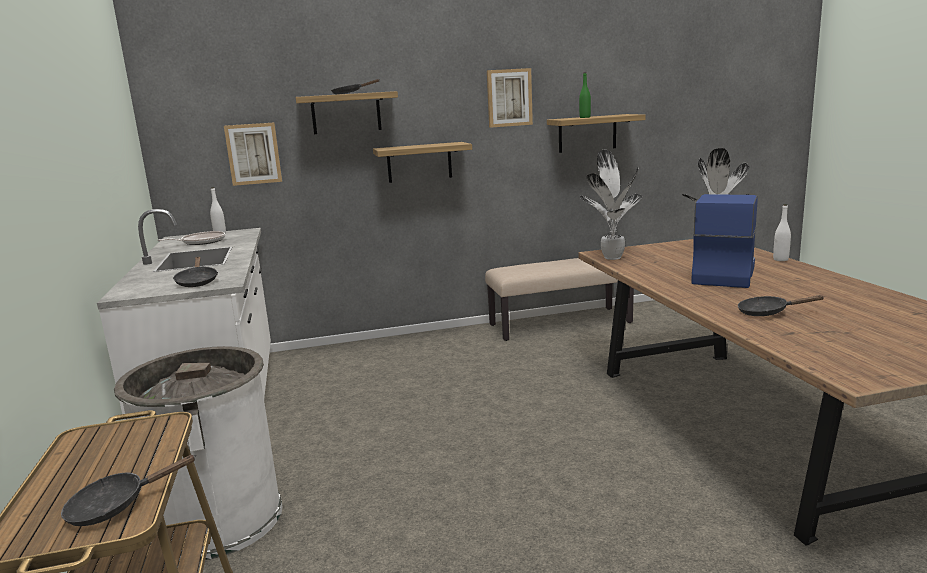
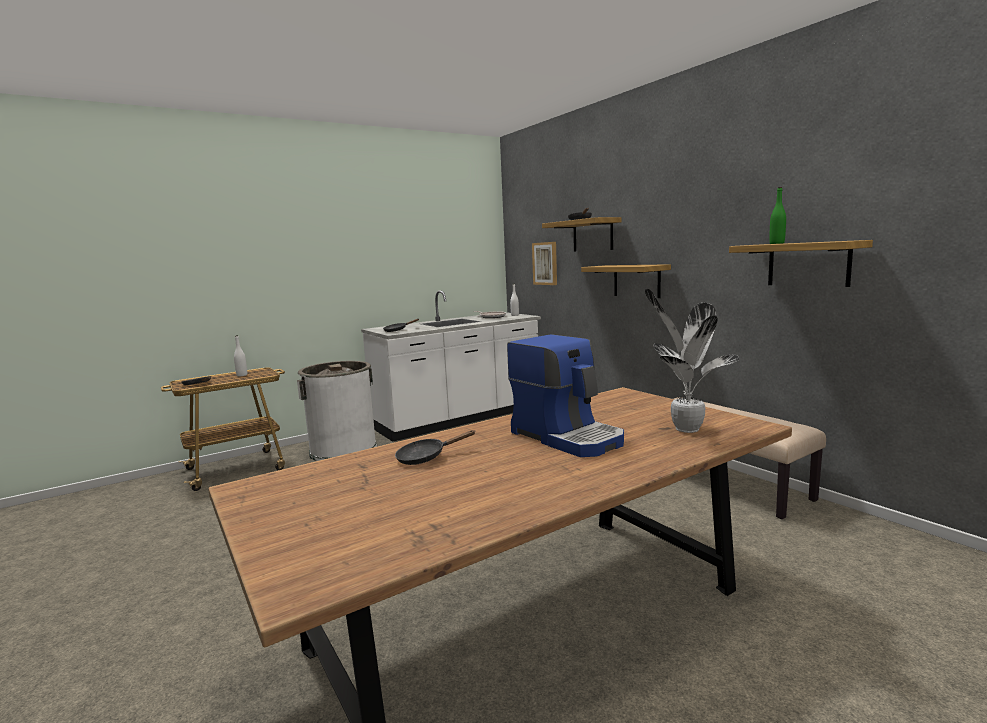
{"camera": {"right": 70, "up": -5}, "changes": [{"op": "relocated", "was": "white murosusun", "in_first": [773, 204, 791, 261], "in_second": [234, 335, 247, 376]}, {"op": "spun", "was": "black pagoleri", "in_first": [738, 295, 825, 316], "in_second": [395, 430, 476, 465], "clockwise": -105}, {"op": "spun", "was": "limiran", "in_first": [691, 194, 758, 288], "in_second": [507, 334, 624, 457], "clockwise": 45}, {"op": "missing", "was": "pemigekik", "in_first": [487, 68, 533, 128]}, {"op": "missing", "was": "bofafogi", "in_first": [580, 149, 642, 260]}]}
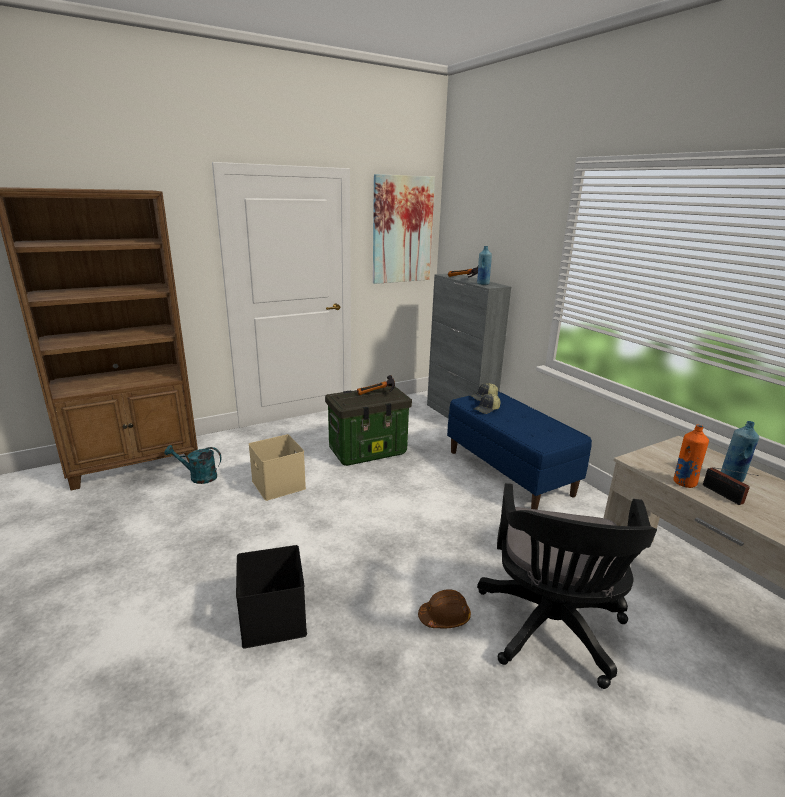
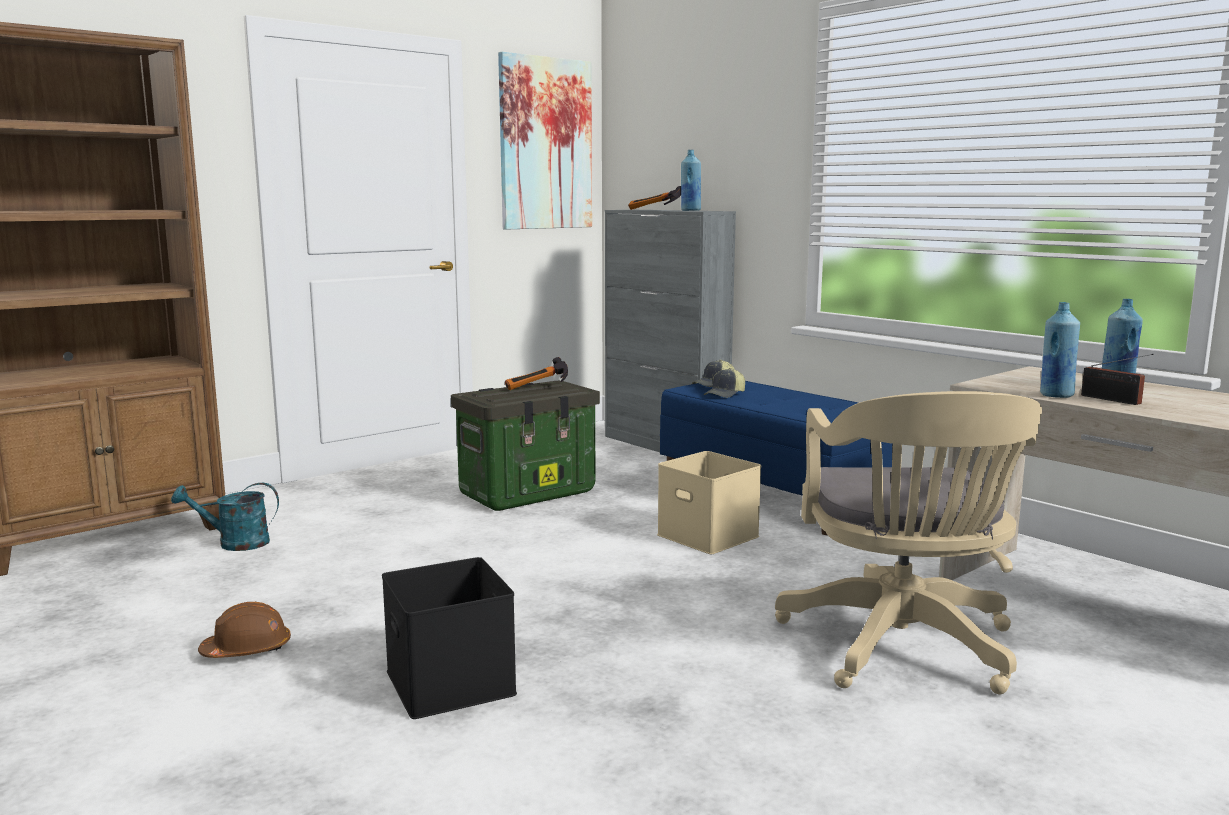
{"camera": {"right": -10, "up": -10}, "changes": [{"op": "relocated", "was": "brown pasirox", "in_first": [418, 589, 471, 628], "in_second": [198, 602, 291, 658]}, {"op": "relocated", "was": "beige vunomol", "in_first": [249, 434, 306, 501], "in_second": [657, 451, 761, 554]}, {"op": "colour", "was": "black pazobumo", "now": "beige pazobumo", "in_first": [477, 483, 657, 689], "in_second": [775, 391, 1042, 694]}, {"op": "colour", "was": "orange murosusun", "now": "blue murosusun", "in_first": [673, 425, 709, 488], "in_second": [1040, 302, 1080, 398]}]}
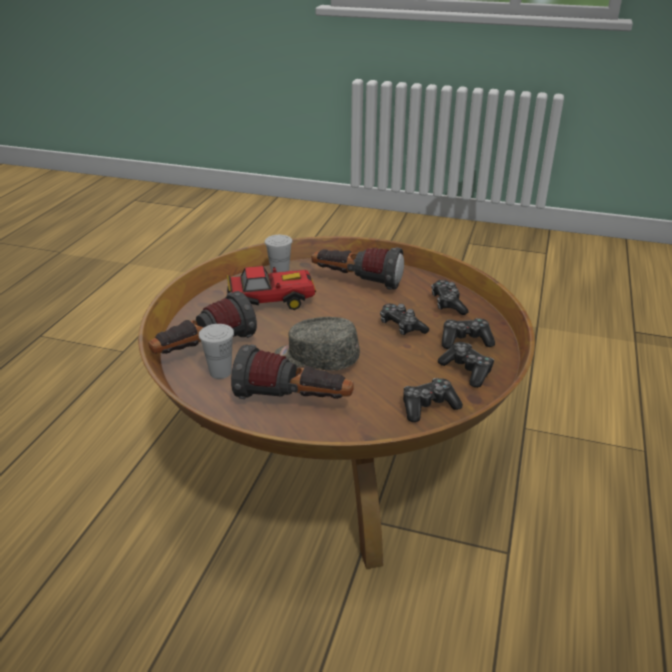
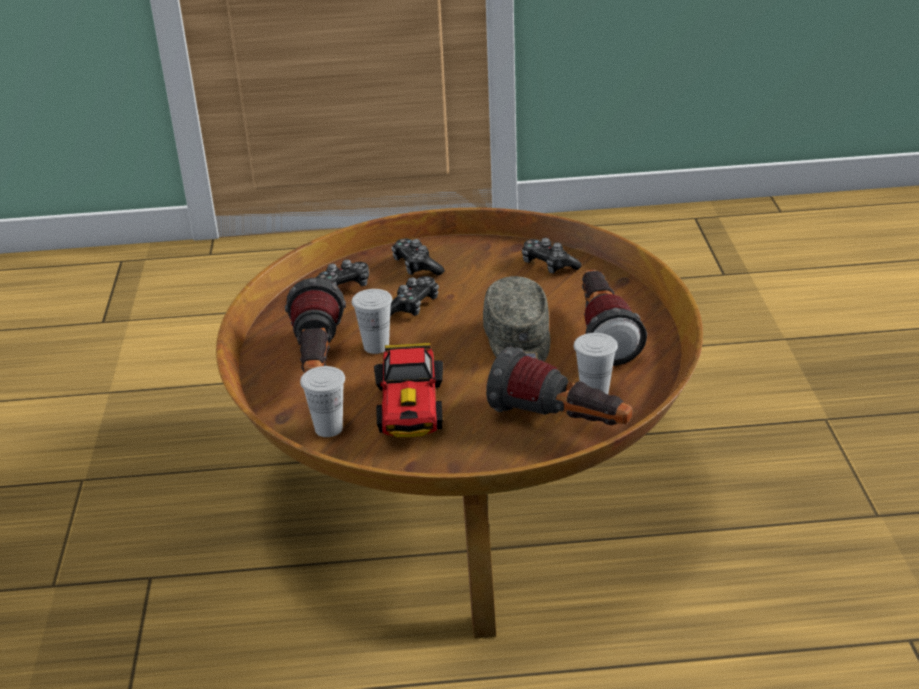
{"camera": {"right": -110, "up": 0}, "changes": [{"op": "appeared", "now": "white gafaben", "in_second": [352, 289, 393, 354]}, {"op": "spun", "was": "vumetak", "in_first": [227, 266, 316, 310], "in_second": [374, 343, 443, 438], "clockwise": -150}, {"op": "missing", "was": "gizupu", "in_first": [438, 342, 494, 388]}]}
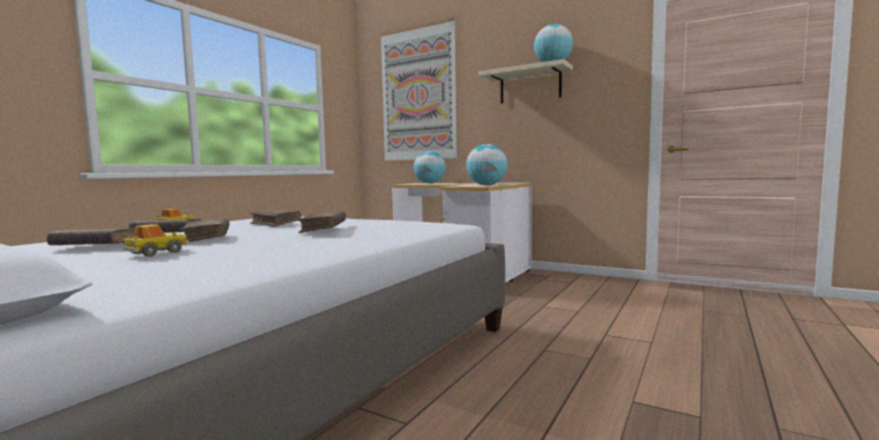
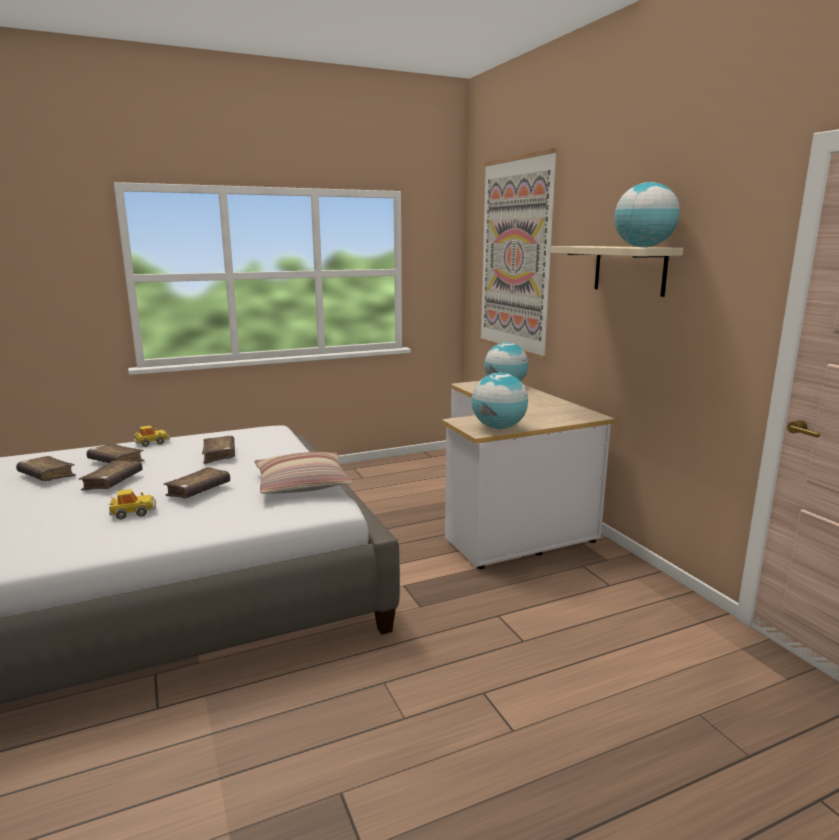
{"camera": {"right": 35, "up": 10}, "changes": [{"op": "relocated", "was": "vumetak", "in_first": [122, 224, 190, 257], "in_second": [109, 489, 156, 519]}, {"op": "appeared", "now": "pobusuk", "in_second": [255, 452, 353, 494]}]}
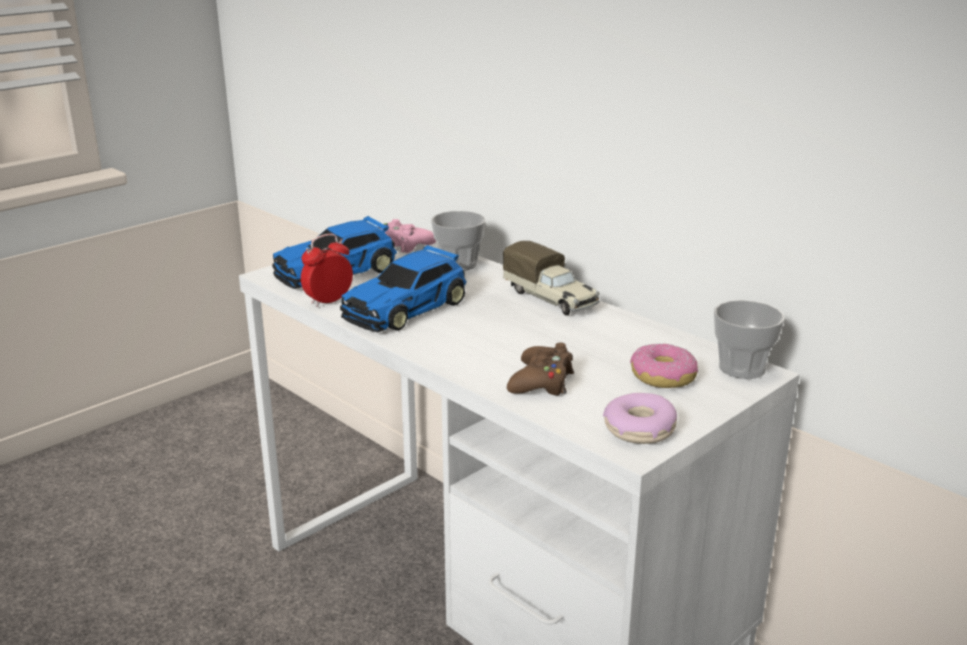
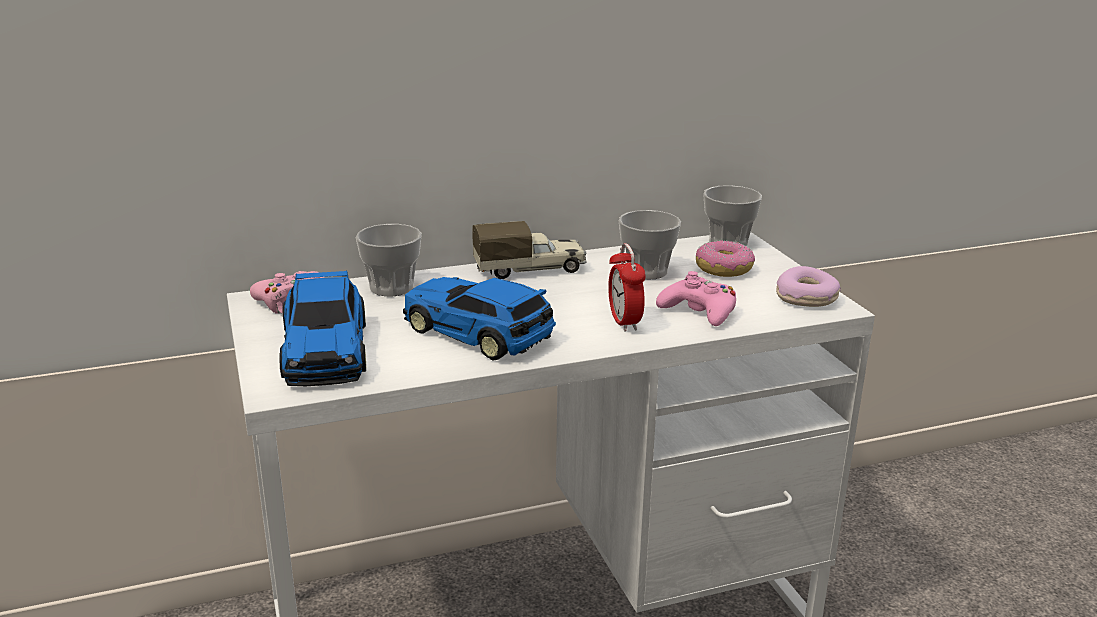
{"camera": {"right": -65, "up": 0}, "changes": [{"op": "spun", "was": "vumetak", "in_first": [340, 245, 467, 332], "in_second": [403, 277, 556, 361], "clockwise": 150}, {"op": "relocated", "was": "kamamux", "in_first": [301, 234, 353, 307], "in_second": [608, 243, 646, 332]}, {"op": "appeared", "now": "gafaben", "in_second": [619, 210, 681, 279]}, {"op": "colour", "was": "brown gizupu", "now": "pink gizupu", "in_first": [507, 343, 574, 395], "in_second": [656, 271, 736, 326]}]}
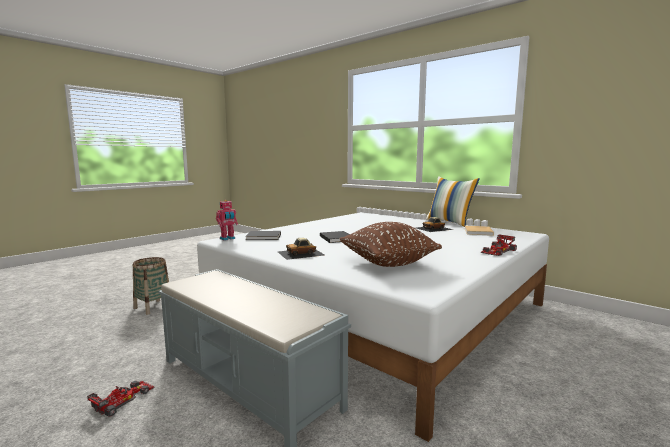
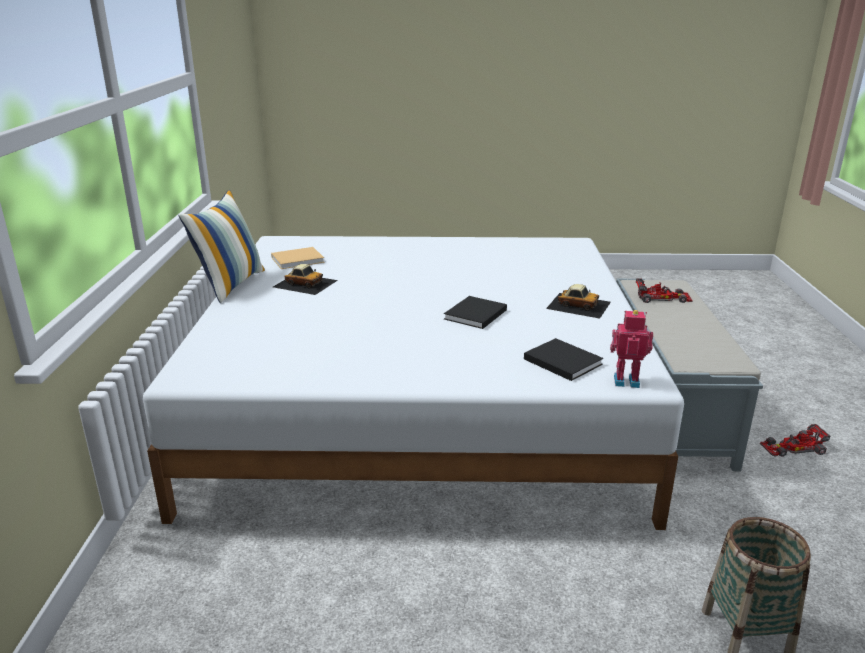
{"camera": {"right": -130, "up": 15}, "changes": [{"op": "relocated", "was": "vumetak", "in_first": [481, 234, 517, 256], "in_second": [636, 278, 693, 303]}, {"op": "missing", "was": "brown pobusuk", "in_first": [340, 222, 442, 267]}]}
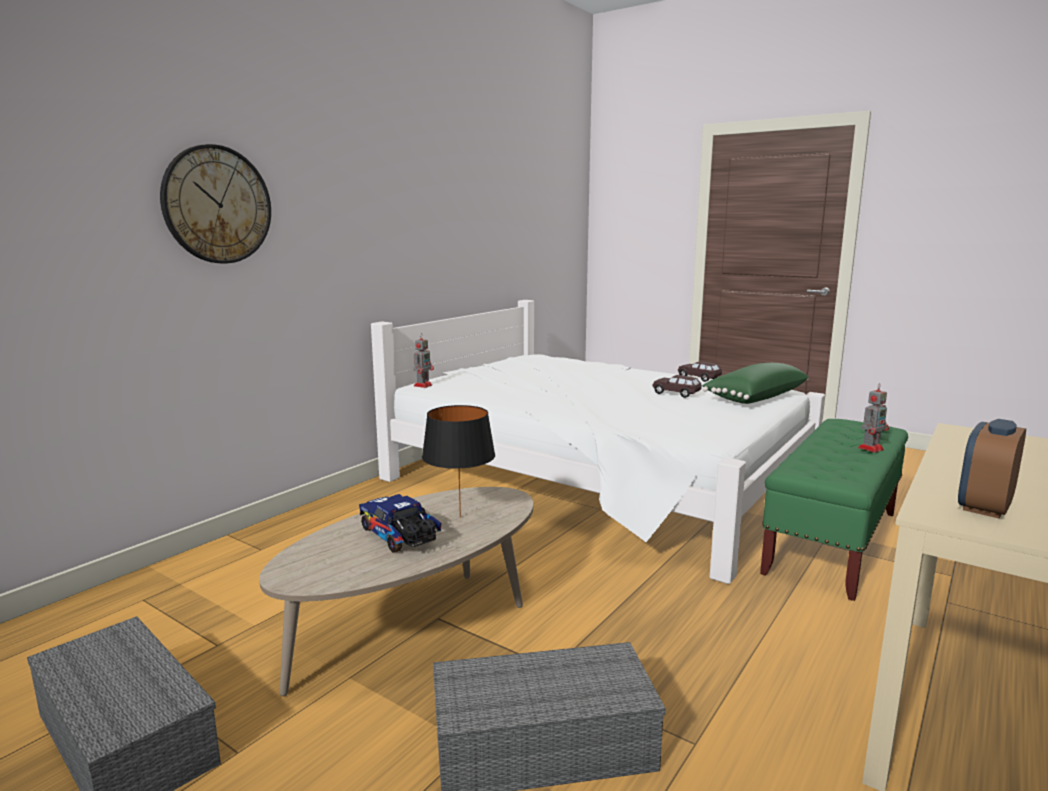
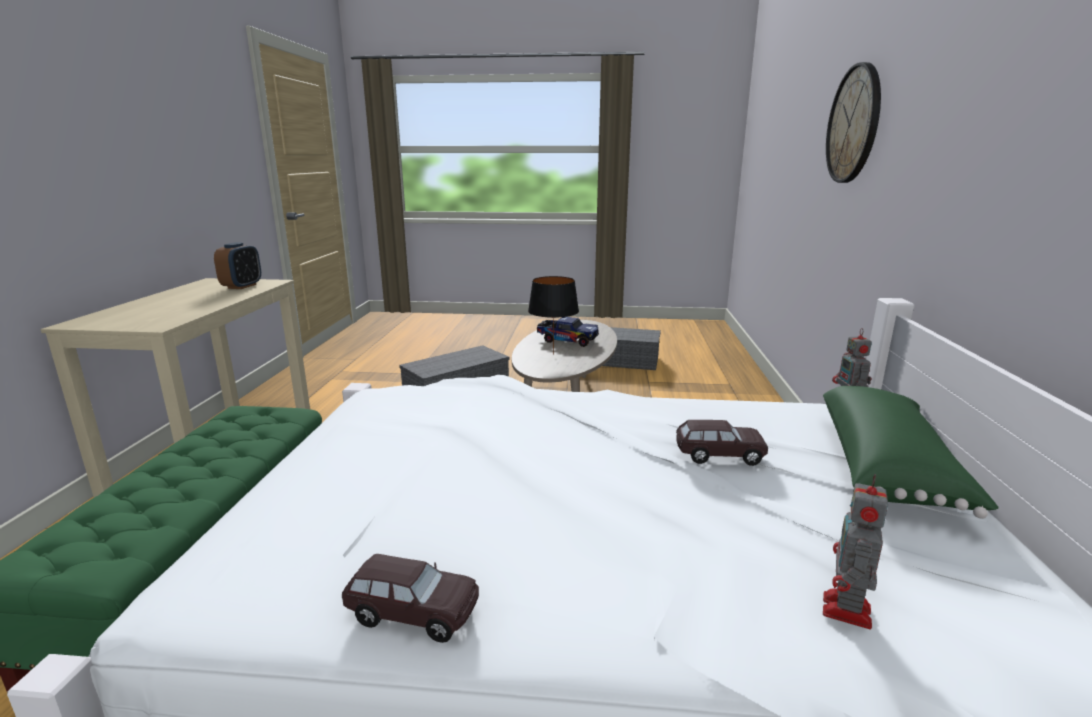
{"camera": {"right": 150, "up": 5}, "changes": [{"op": "relocated", "was": "brown vumetak", "in_first": [653, 375, 702, 398], "in_second": [676, 420, 768, 466]}, {"op": "relocated", "was": "green pobusuk", "in_first": [702, 363, 809, 404], "in_second": [823, 386, 999, 519]}, {"op": "relocated", "was": "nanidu", "in_first": [858, 383, 889, 453], "in_second": [823, 474, 888, 629]}]}
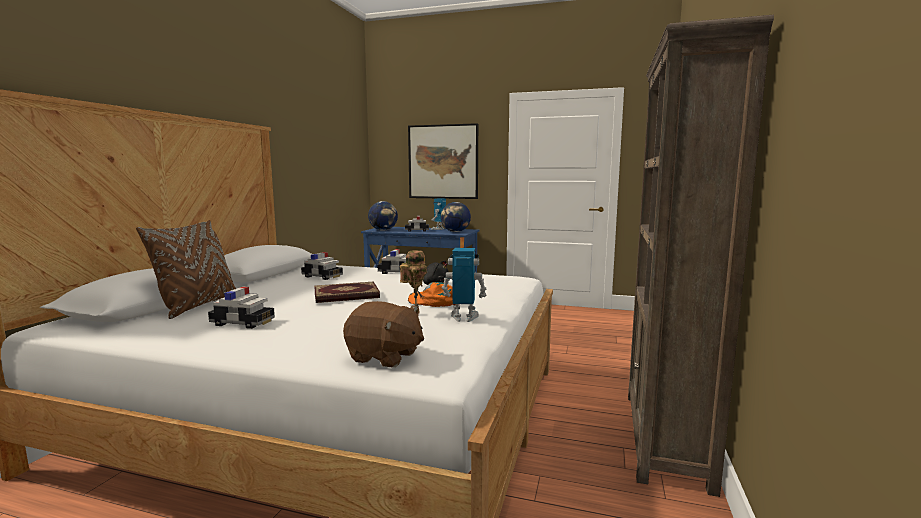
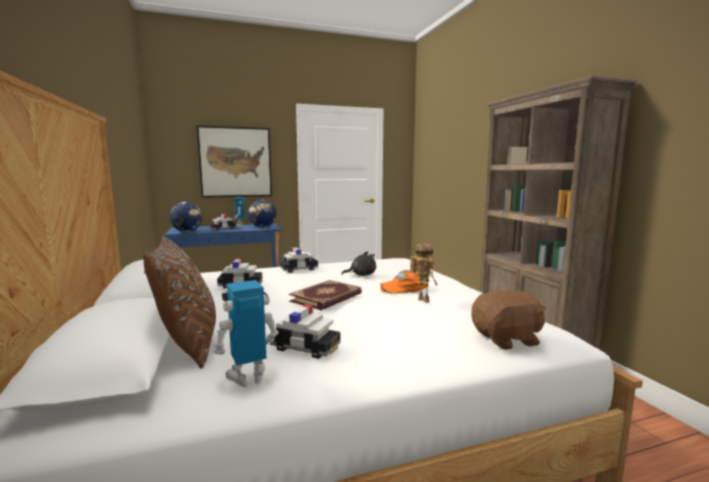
{"camera": {"right": -35, "up": 0}, "changes": [{"op": "relocated", "was": "nanidu", "in_first": [442, 248, 487, 322], "in_second": [213, 280, 278, 387]}, {"op": "spun", "was": "vumetak", "in_first": [208, 287, 275, 329], "in_second": [270, 304, 341, 359], "clockwise": 45}]}
